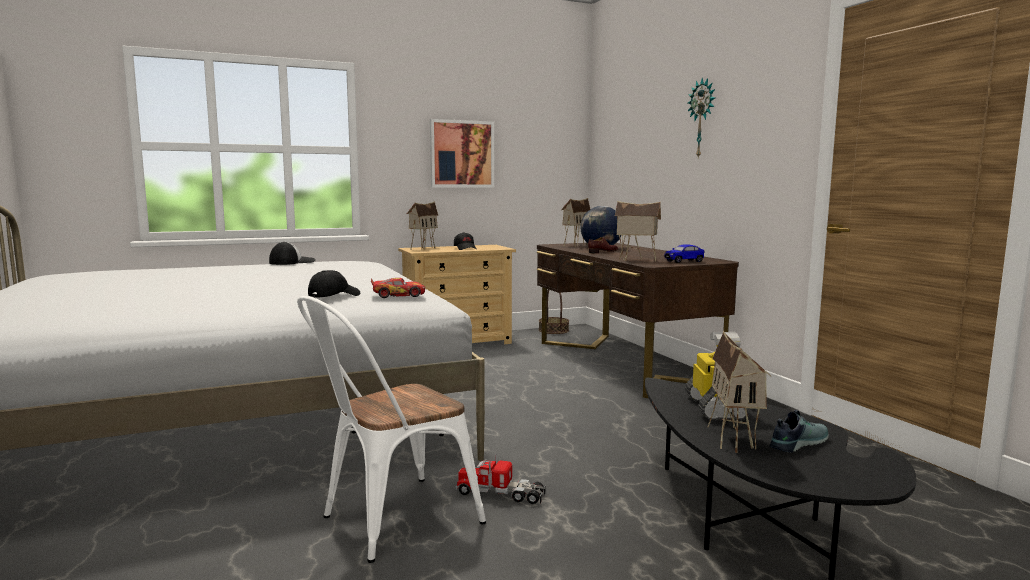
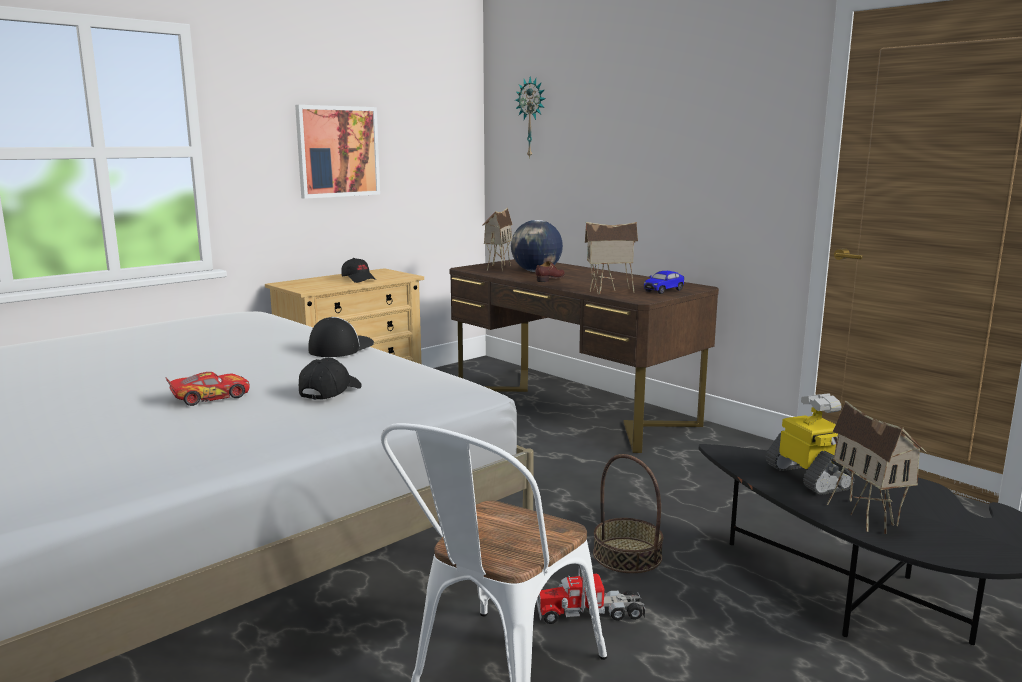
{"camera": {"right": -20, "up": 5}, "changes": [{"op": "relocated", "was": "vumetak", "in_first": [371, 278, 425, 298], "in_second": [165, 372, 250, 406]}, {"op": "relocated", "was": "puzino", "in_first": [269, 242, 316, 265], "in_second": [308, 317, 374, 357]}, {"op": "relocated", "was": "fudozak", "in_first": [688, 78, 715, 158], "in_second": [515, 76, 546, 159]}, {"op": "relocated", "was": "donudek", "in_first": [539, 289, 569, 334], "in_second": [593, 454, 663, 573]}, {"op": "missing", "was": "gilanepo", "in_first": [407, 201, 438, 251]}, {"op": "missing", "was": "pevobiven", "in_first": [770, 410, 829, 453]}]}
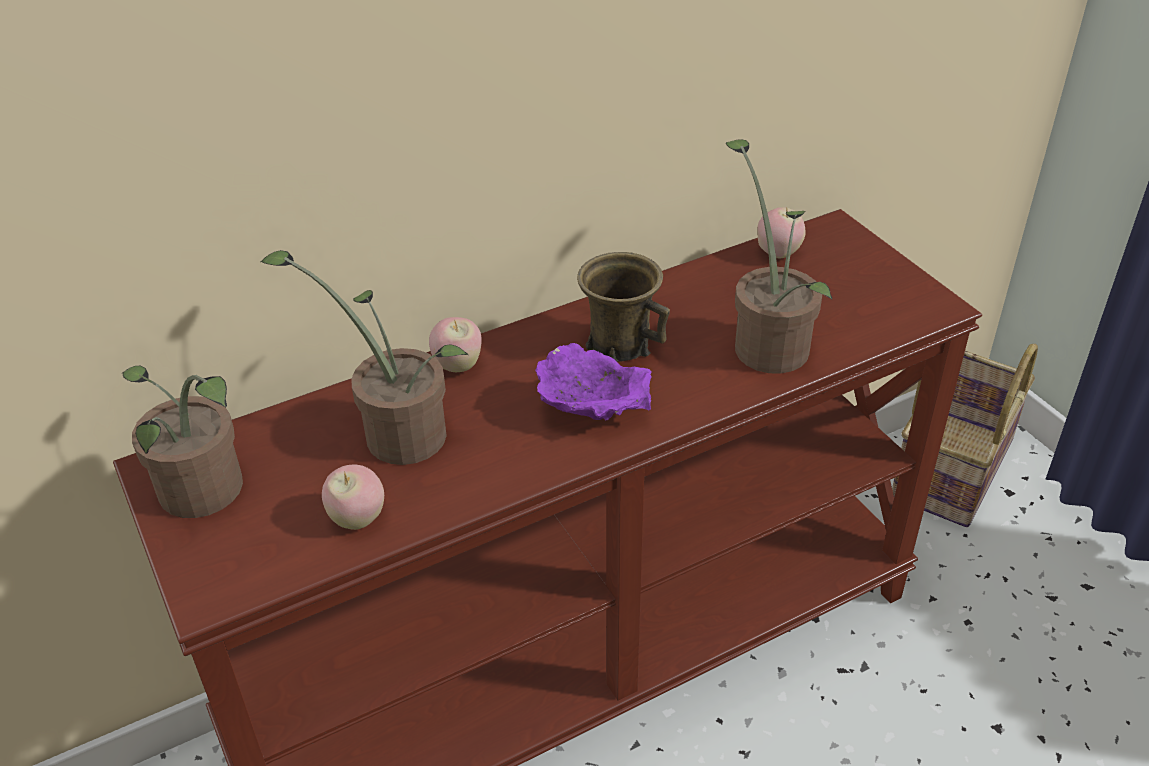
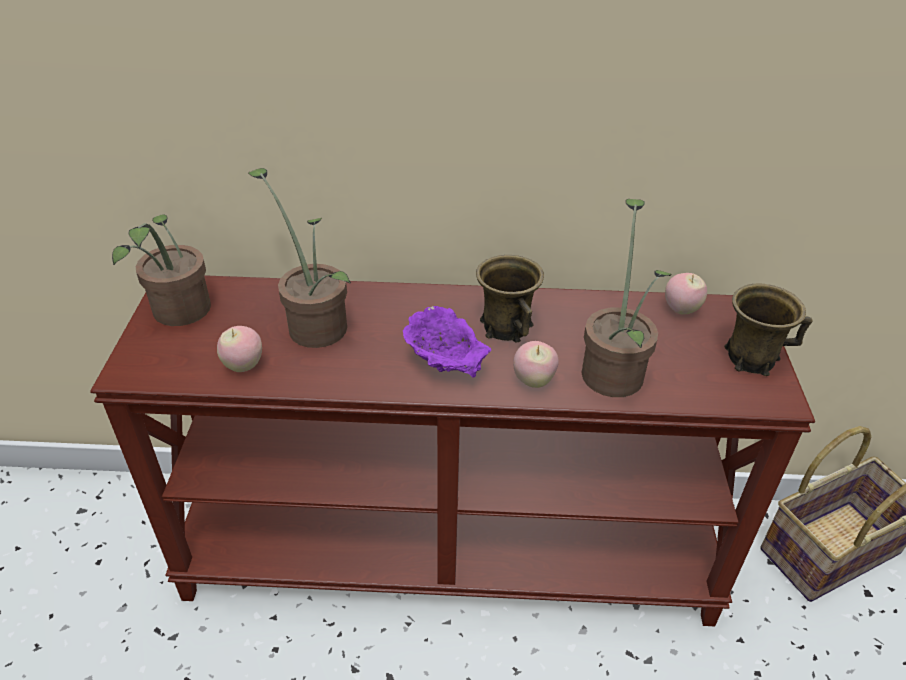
{"camera": {"right": 30, "up": 0}, "changes": [{"op": "relocated", "was": "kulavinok", "in_first": [429, 317, 482, 372], "in_second": [513, 341, 559, 388]}, {"op": "appeared", "now": "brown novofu", "in_second": [724, 283, 813, 376]}]}
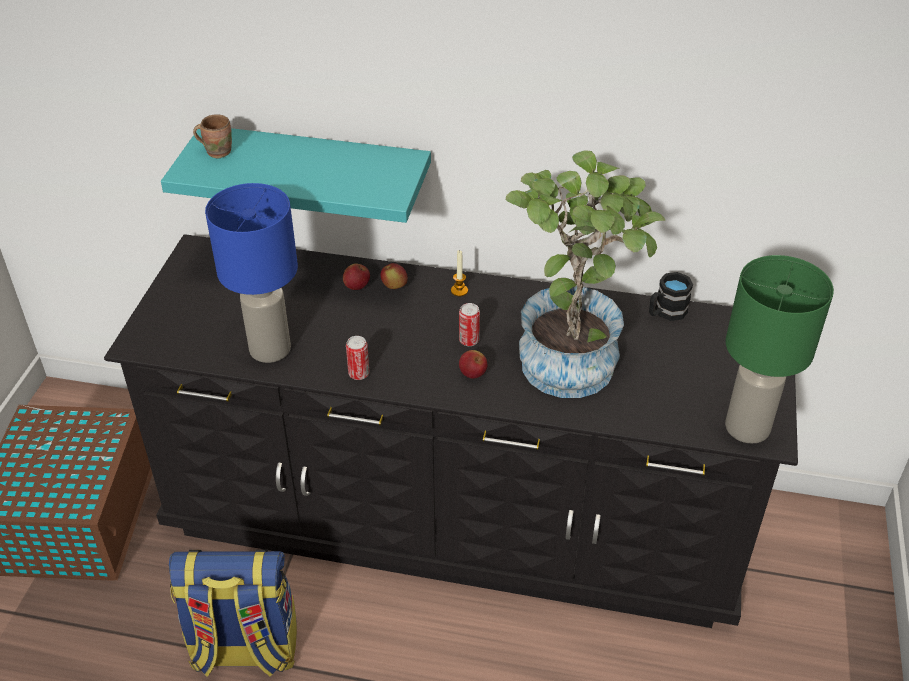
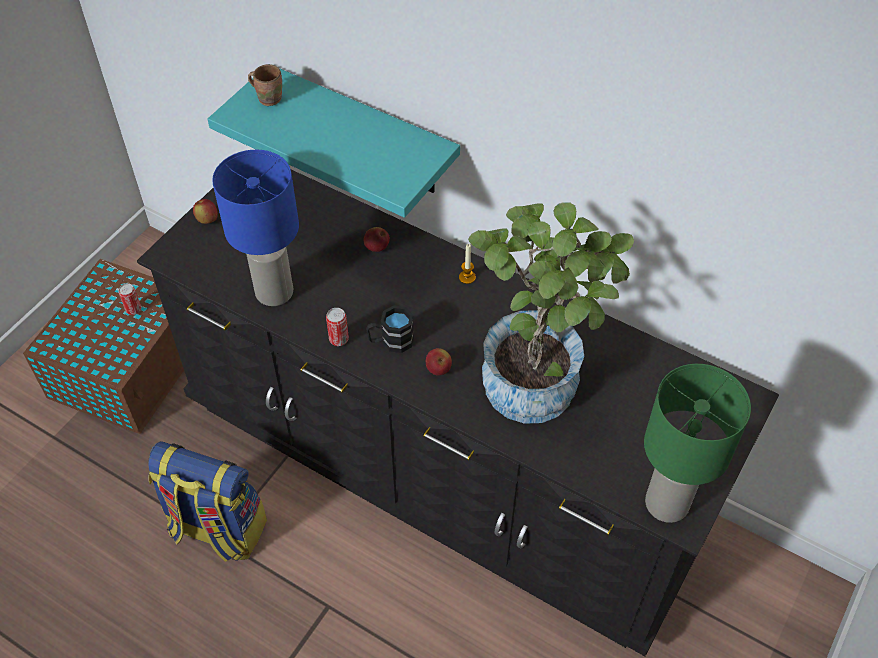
{"camera": {"right": 20, "up": 10}, "changes": [{"op": "relocated", "was": "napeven", "in_first": [459, 303, 480, 346], "in_second": [119, 283, 141, 315]}, {"op": "relocated", "was": "kulavinok", "in_first": [380, 263, 408, 289], "in_second": [193, 199, 218, 224]}, {"op": "relocated", "was": "black novofu", "in_first": [649, 272, 693, 321], "in_second": [366, 305, 414, 353]}]}
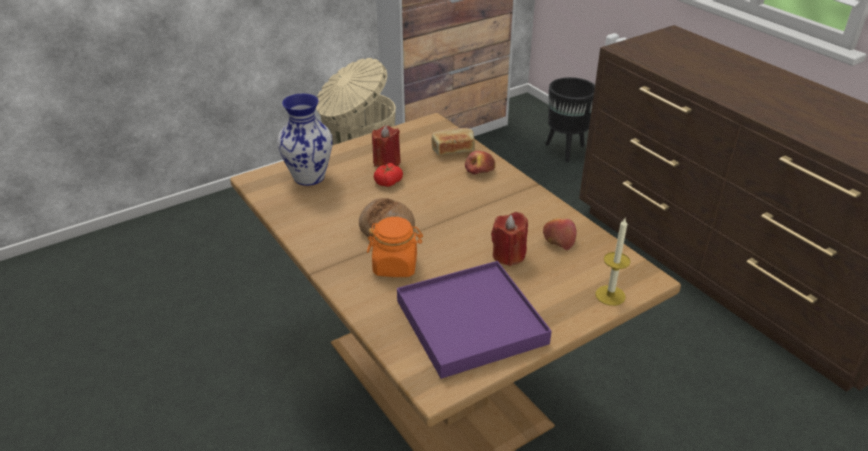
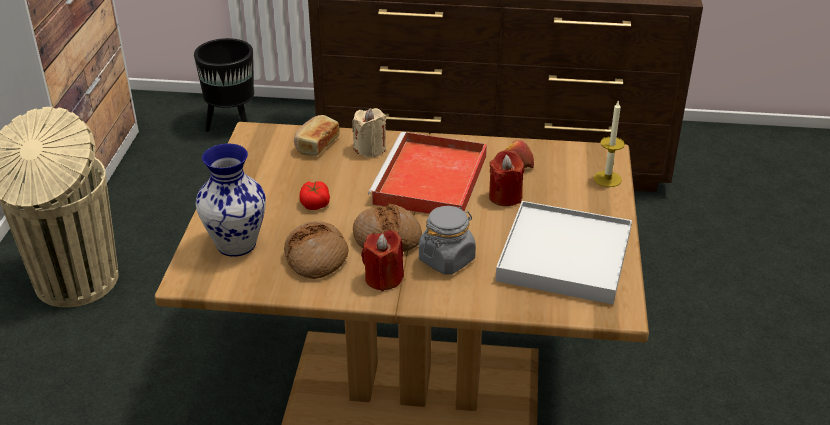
{"camera": {"right": -50, "up": 0}, "changes": [{"op": "appeared", "now": "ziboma", "in_second": [284, 221, 348, 279]}, {"op": "exchanged", "was": "kulavinok", "now": "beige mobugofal", "in_first": [465, 151, 495, 175], "in_second": [352, 108, 386, 157]}, {"op": "relocated", "was": "red mobugofal", "in_first": [372, 125, 401, 167], "in_second": [361, 230, 404, 291]}, {"op": "appeared", "now": "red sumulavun", "in_second": [368, 132, 487, 214]}, {"op": "colour", "was": "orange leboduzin", "now": "grey leboduzin", "in_first": [367, 217, 423, 277], "in_second": [419, 206, 476, 275]}, {"op": "colour", "was": "purple sumulavun", "now": "white sumulavun", "in_first": [397, 261, 552, 379], "in_second": [495, 201, 632, 304]}]}
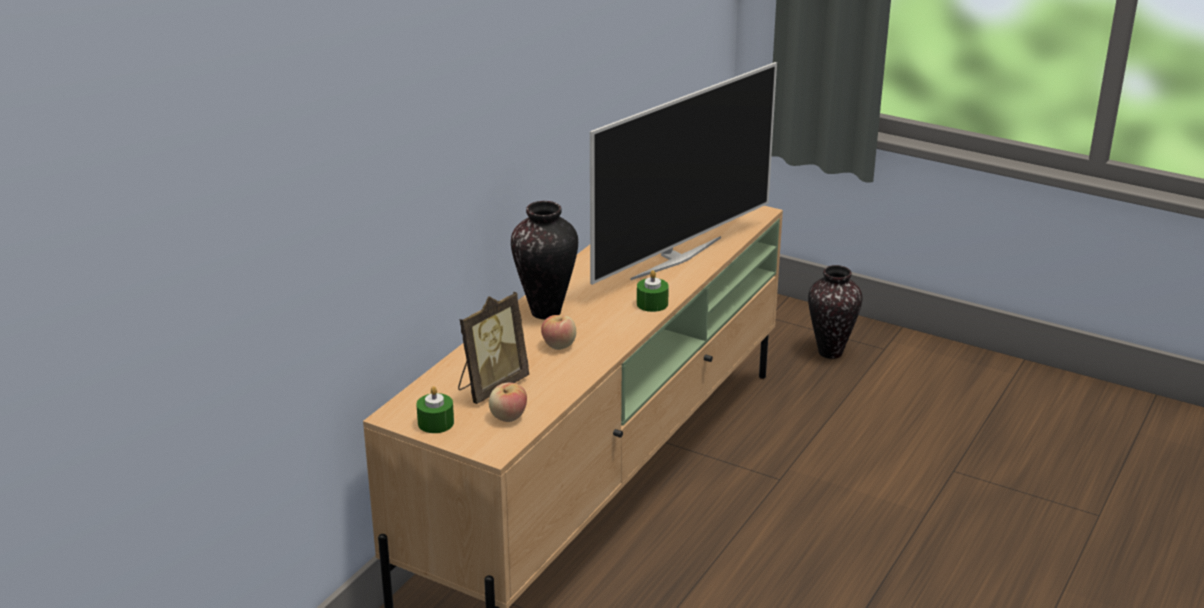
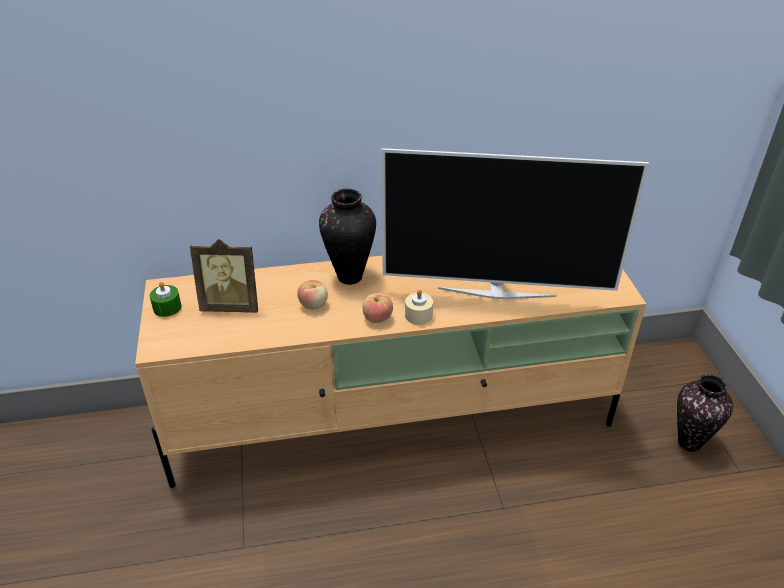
{"camera": {"right": 50, "up": 10}, "changes": [{"op": "relocated", "was": "kulavinok", "in_first": [489, 383, 527, 422], "in_second": [362, 293, 393, 323]}, {"op": "colour", "was": "green mobugofal", "now": "beige mobugofal", "in_first": [637, 270, 669, 312], "in_second": [405, 289, 433, 325]}]}
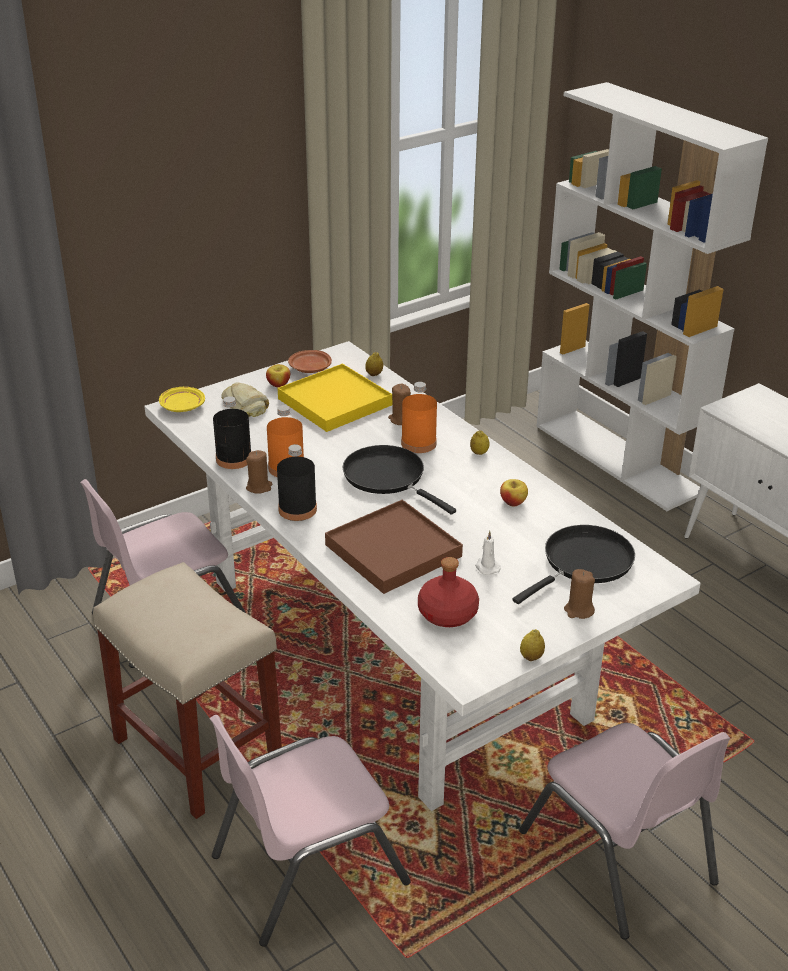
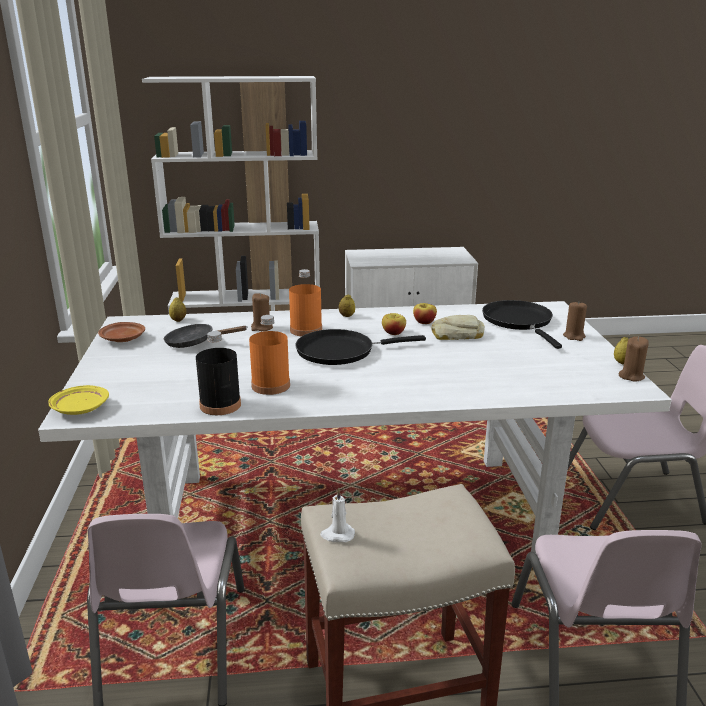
{"camera": {"right": -60, "up": -10}, "changes": [{"op": "exchanged", "was": "yellow sumulavun", "now": "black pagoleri", "in_first": [278, 363, 392, 432], "in_second": [164, 324, 247, 348]}, {"op": "relocated", "was": "white mobugofal", "in_first": [475, 531, 501, 575], "in_second": [320, 488, 355, 543]}, {"op": "relocated", "was": "kulavinok", "in_first": [266, 364, 290, 387], "in_second": [382, 313, 406, 335]}, {"op": "relocated", "was": "ziboma", "in_first": [221, 382, 269, 417], "in_second": [431, 315, 485, 340]}, {"op": "relocated", "was": "brown mobugofal", "in_first": [246, 450, 272, 494], "in_second": [619, 336, 649, 381]}, {"op": "missing", "was": "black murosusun", "in_first": [277, 444, 317, 521]}, {"op": "missing", "was": "brown sumulavun", "in_first": [325, 500, 463, 594]}, {"op": "missing", "was": "red murosusun", "in_first": [418, 557, 479, 627]}]}
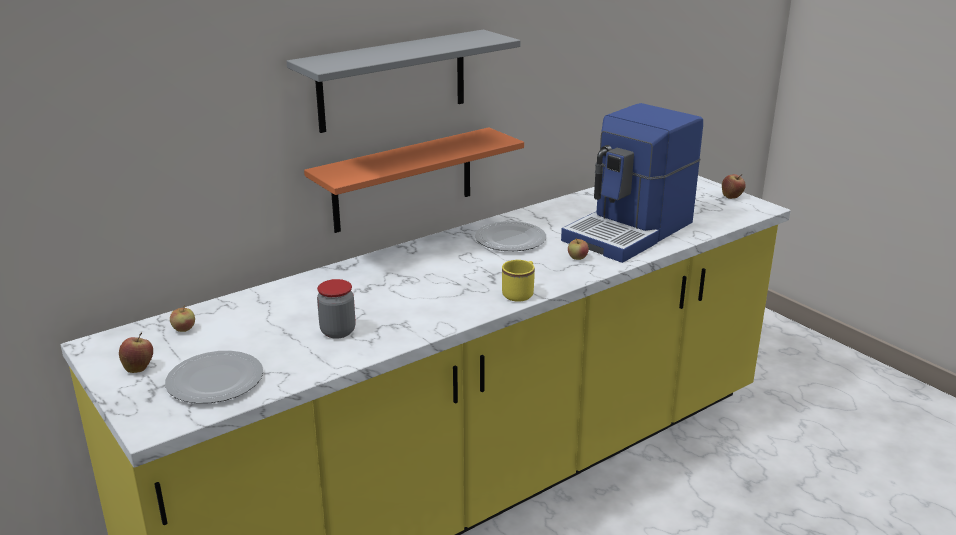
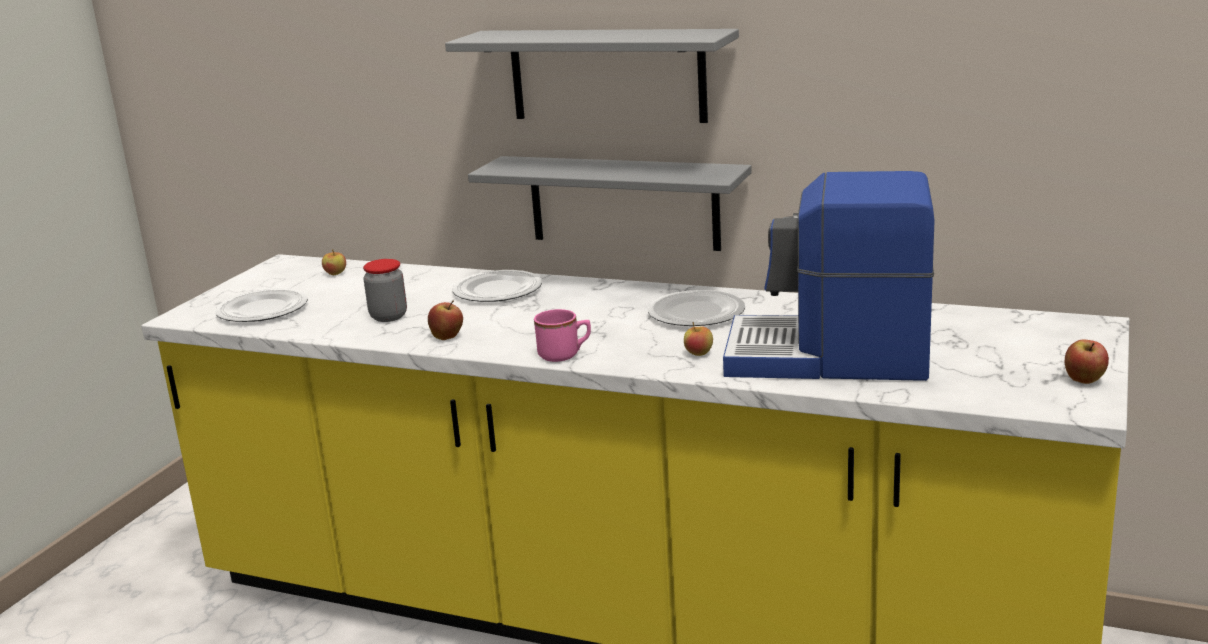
{"camera": {"right": 60, "up": -5}, "changes": [{"op": "relocated", "was": "kulavinok", "in_first": [119, 333, 153, 373], "in_second": [428, 300, 463, 340]}, {"op": "appeared", "now": "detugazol", "in_second": [452, 270, 542, 302]}, {"op": "colour", "was": "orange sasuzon", "now": "grey sasuzon", "in_first": [304, 127, 524, 233], "in_second": [468, 156, 752, 251]}, {"op": "colour", "was": "yellow novofu", "now": "pink novofu", "in_first": [502, 260, 535, 302], "in_second": [534, 309, 591, 362]}]}
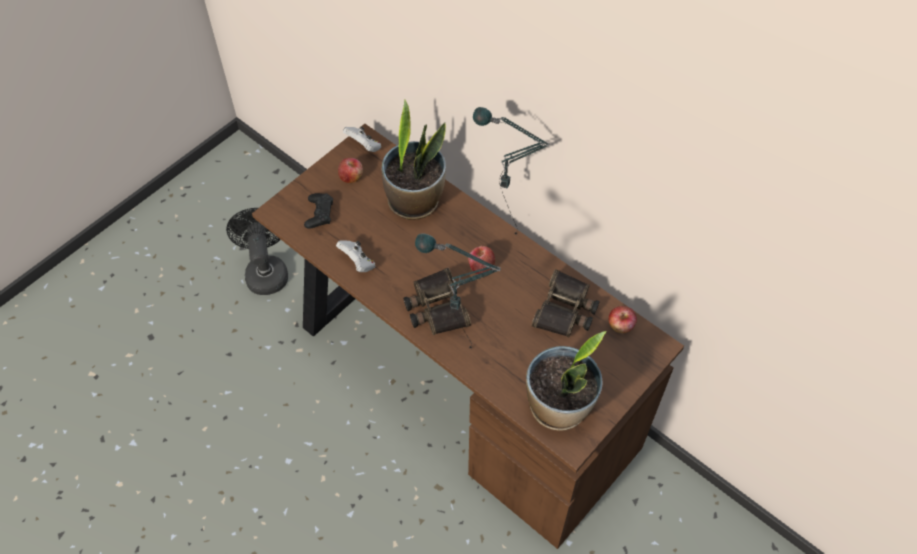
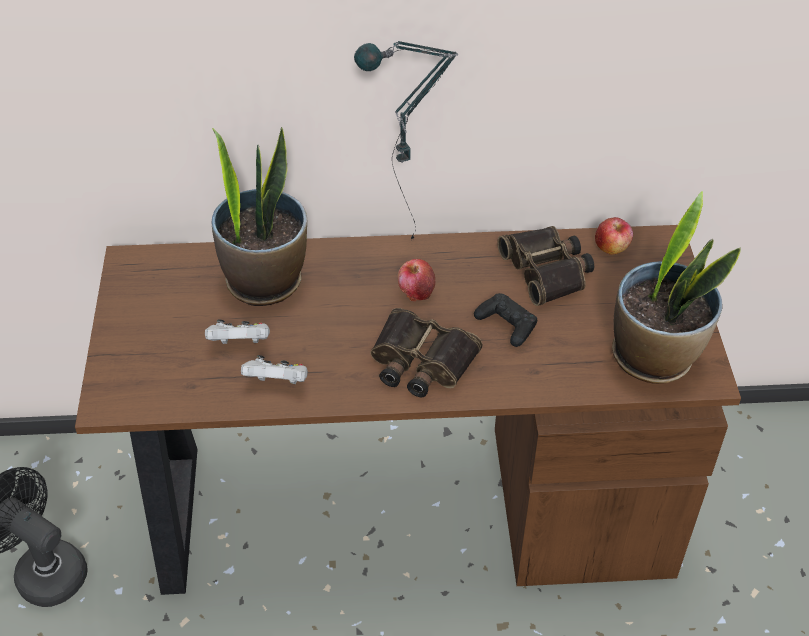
{"camera": {"right": -45, "up": -10}, "changes": [{"op": "relocated", "was": "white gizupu", "in_first": [343, 126, 381, 152], "in_second": [205, 320, 270, 344]}, {"op": "relocated", "was": "black gizupu", "in_first": [304, 193, 333, 229], "in_second": [474, 293, 537, 347]}, {"op": "missing", "was": "kulavinok", "in_first": [338, 158, 363, 183]}, {"op": "missing", "was": "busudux", "in_first": [415, 234, 501, 348]}]}
